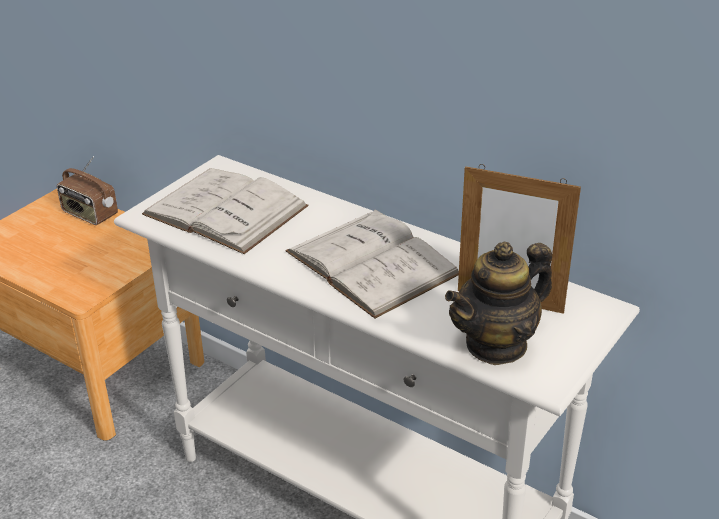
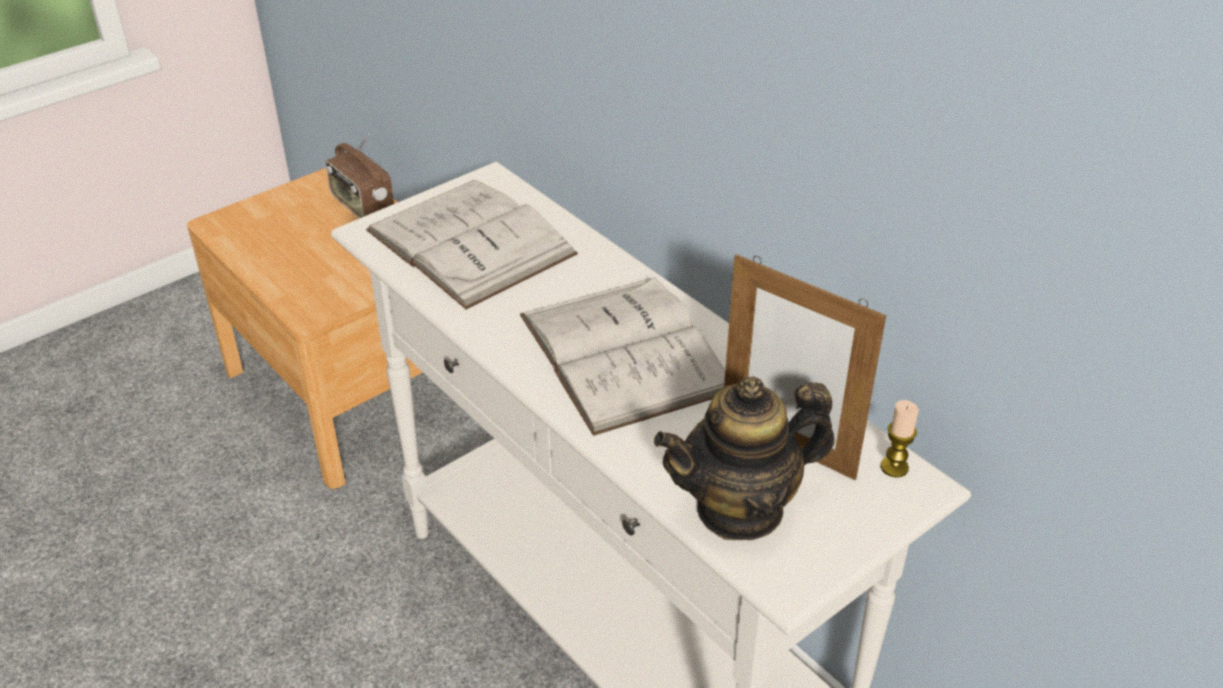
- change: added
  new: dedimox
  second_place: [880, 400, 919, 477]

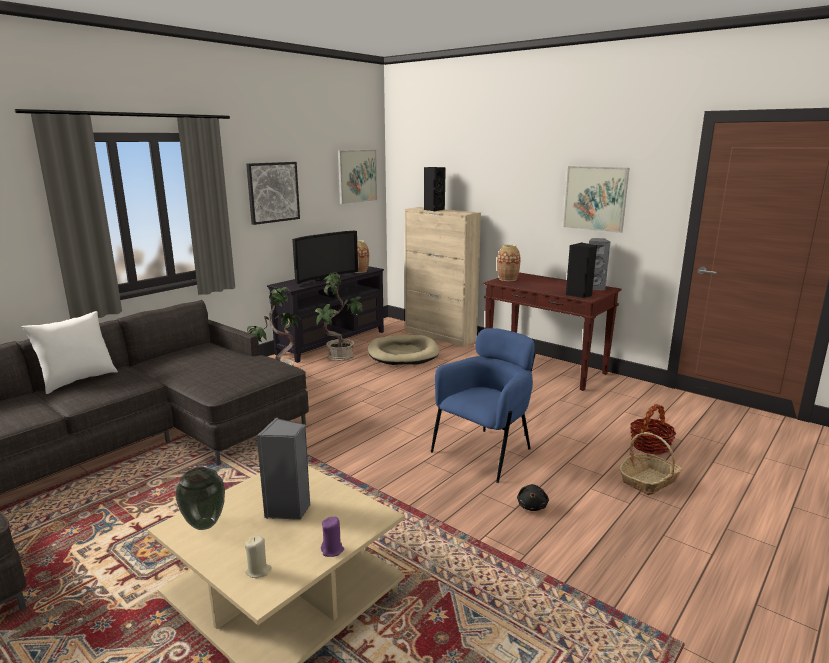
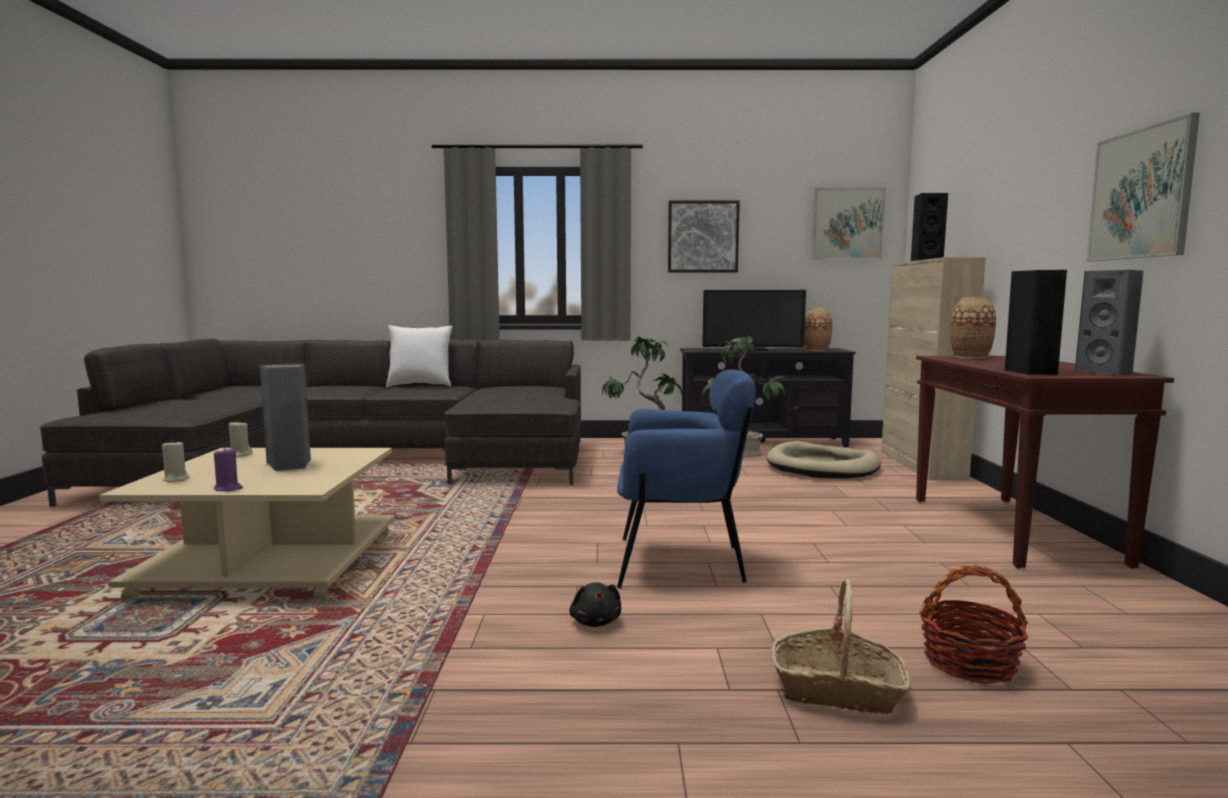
- change: replaced
  old: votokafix
  new: dedimox (beige)
  first_place: [175, 467, 225, 530]
  second_place: [229, 420, 253, 457]
- change: turned
  old: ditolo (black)
  first_place: [517, 484, 549, 511]
  second_place: [569, 582, 621, 627]
  degrees: -75

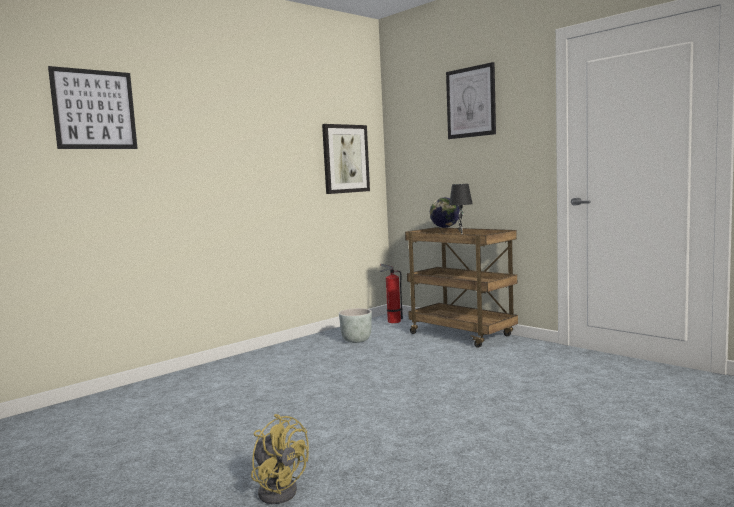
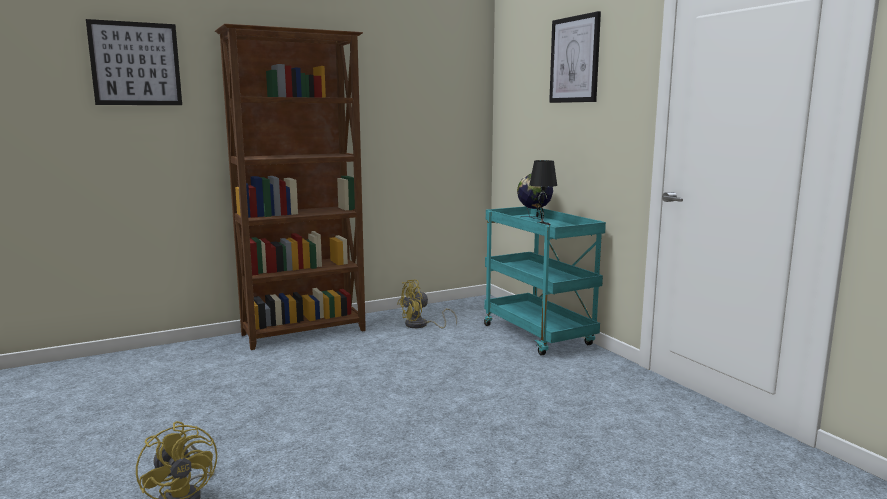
- change: removed
  old: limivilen
  first_place: [322, 124, 370, 194]
- change: recoloured
  old: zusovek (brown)
  new: zusovek (turquoise)
  first_place: [405, 227, 518, 348]
  second_place: [484, 206, 606, 356]
- change: removed
  old: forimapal
  first_place: [380, 264, 403, 323]
- change: replaced
  old: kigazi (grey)
  new: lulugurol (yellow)
  first_place: [339, 308, 372, 343]
  second_place: [397, 280, 457, 328]
- change: added
  new: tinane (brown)
  second_place: [215, 24, 366, 350]

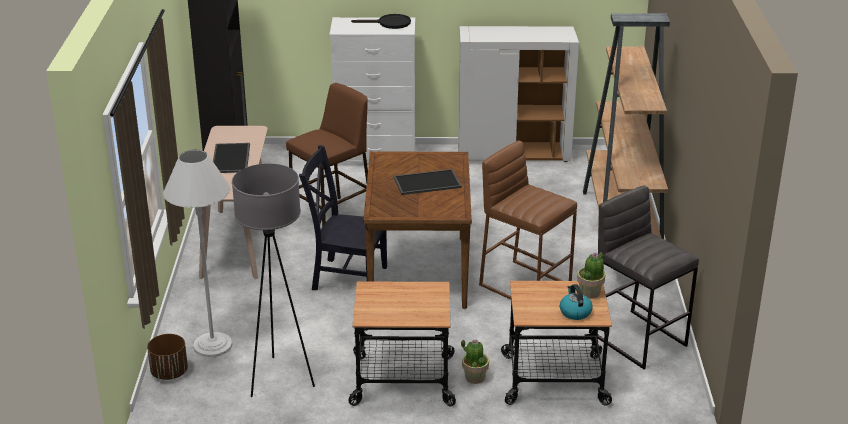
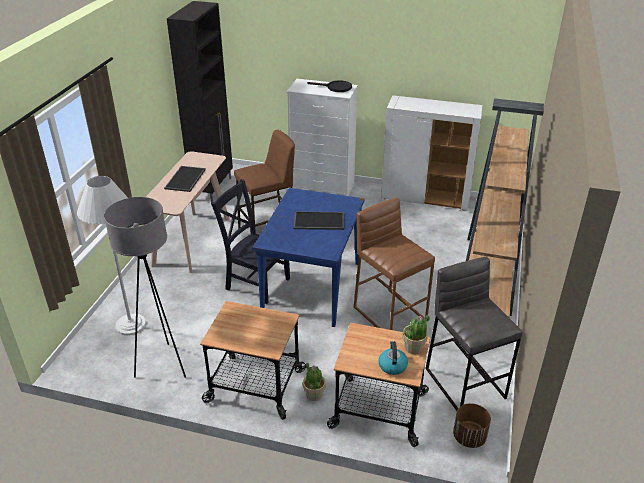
- change: recoloured
  old: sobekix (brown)
  new: sobekix (blue)
  first_place: [363, 151, 472, 309]
  second_place: [252, 188, 365, 327]
- change: moved
  old: kigazi (brown)
  first_place: [147, 334, 188, 380]
  second_place: [453, 403, 491, 448]

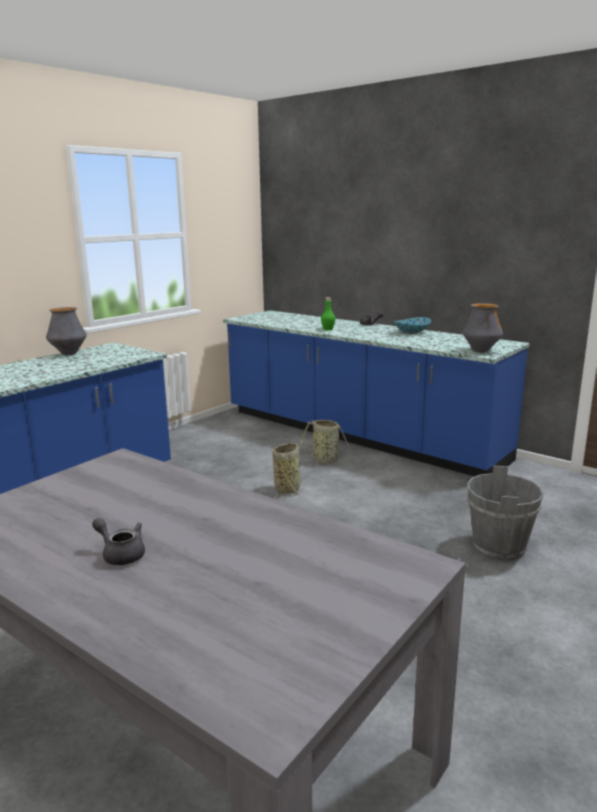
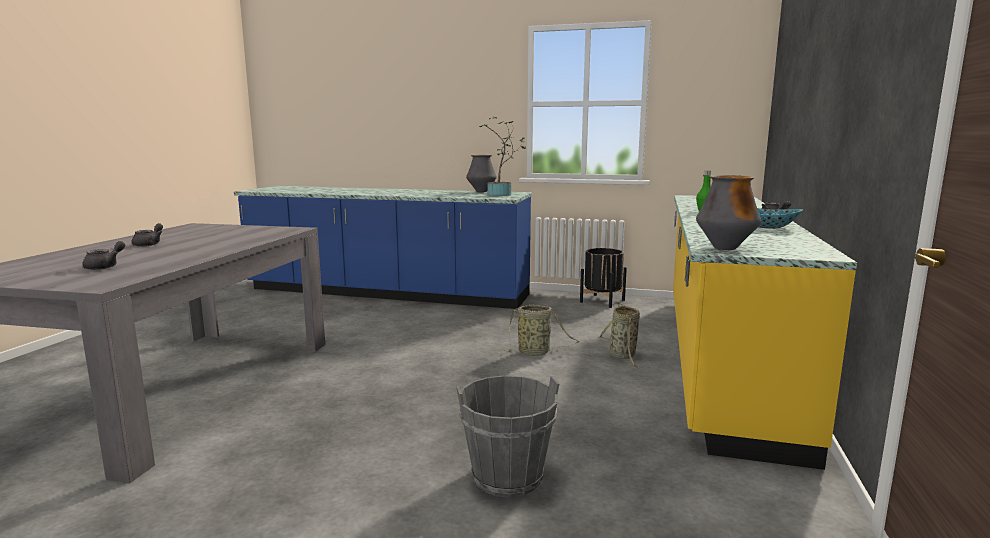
- change: recoloured
  old: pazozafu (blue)
  new: pazozafu (yellow)
  first_place: [223, 310, 530, 477]
  second_place: [673, 195, 857, 470]
- change: added
  new: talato
  second_place: [479, 117, 526, 196]
- change: added
  new: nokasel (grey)
  second_place: [82, 241, 125, 270]
- change: added
  new: kigazi (black)
  second_place: [580, 248, 627, 308]

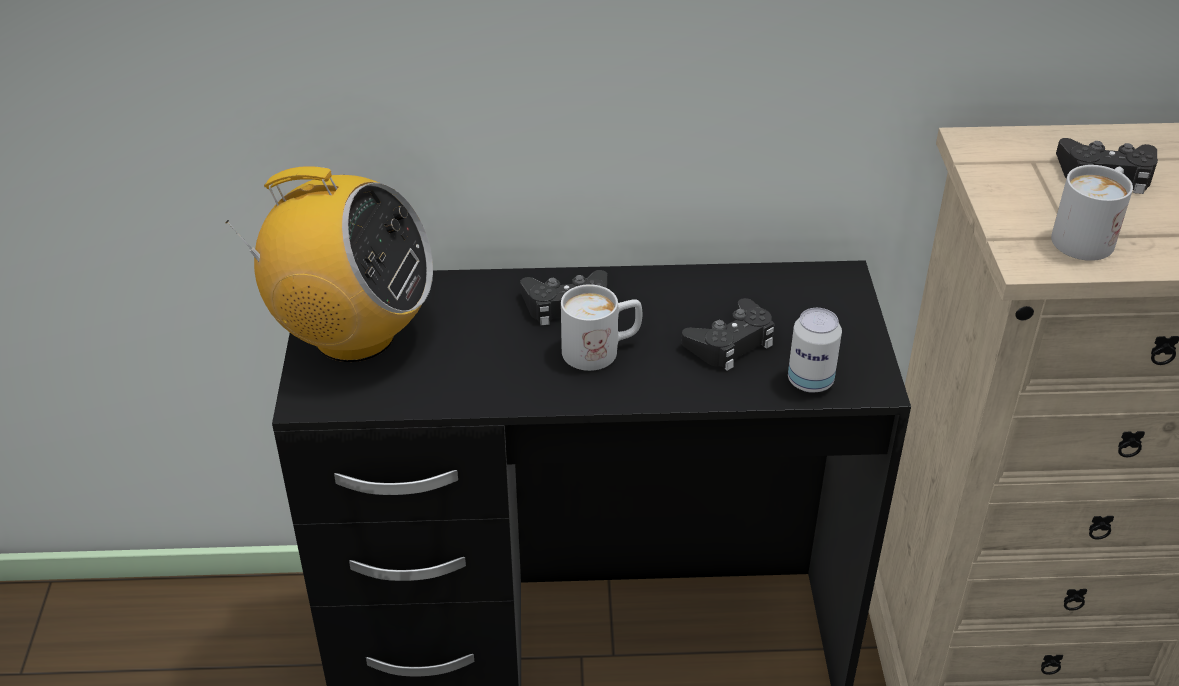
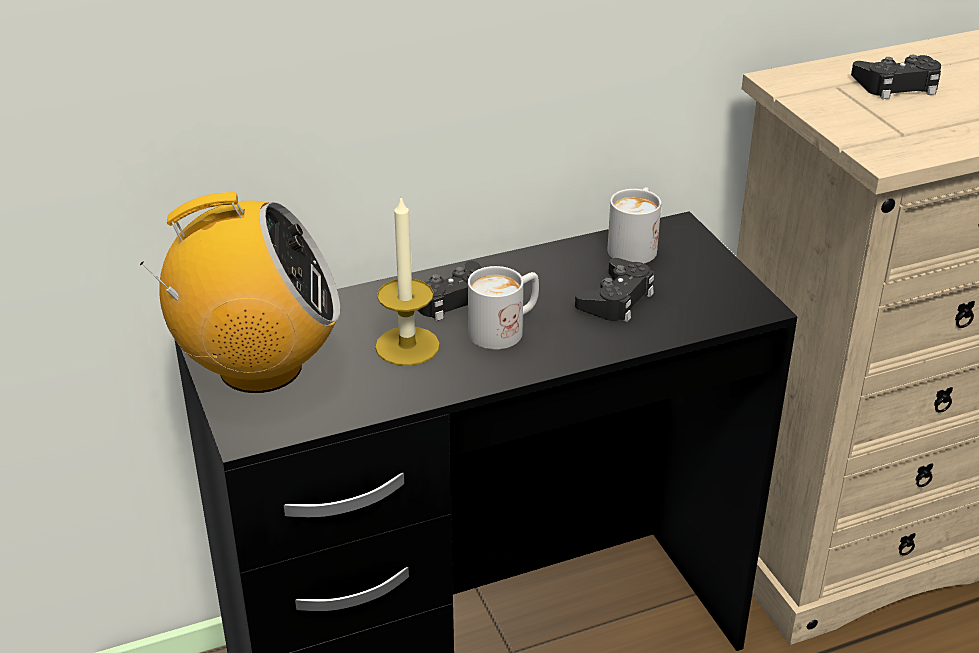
- change: moved
  old: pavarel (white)
  first_place: [1051, 165, 1133, 261]
  second_place: [608, 187, 661, 264]
- change: removed
  old: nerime
  first_place: [788, 308, 842, 393]
- change: added
  new: dedimox
  second_place: [375, 198, 440, 366]

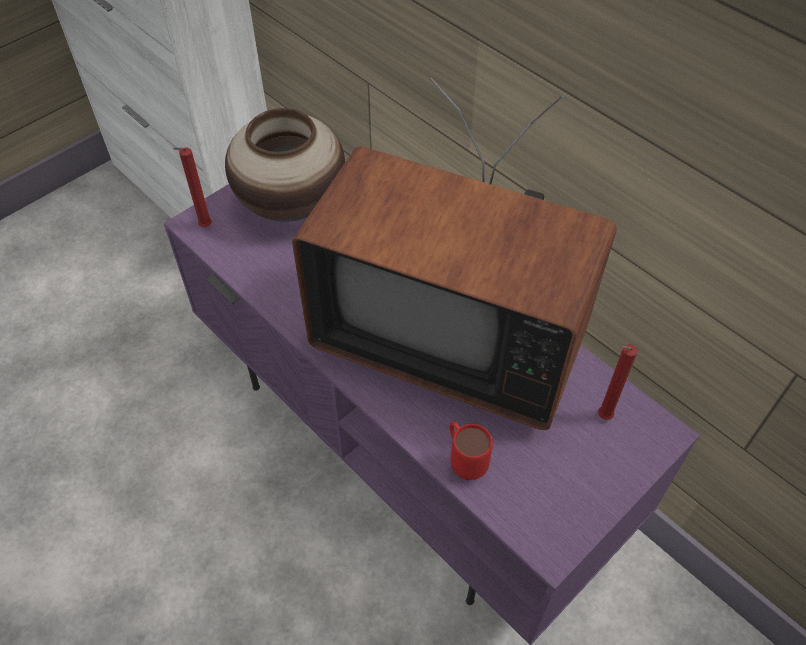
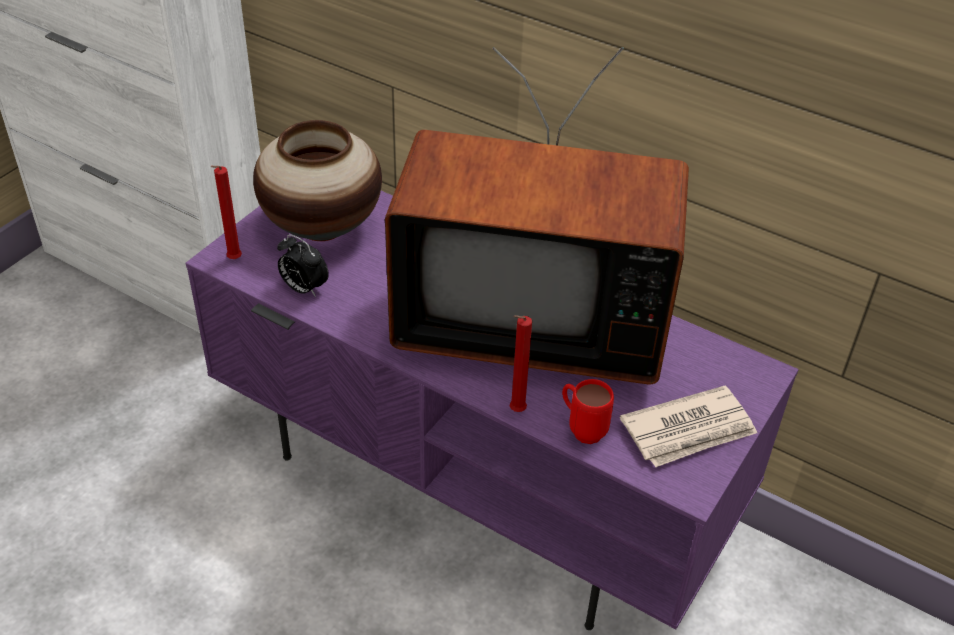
- change: moved
  old: dedimox (red)
  first_place: [598, 344, 638, 420]
  second_place: [510, 315, 532, 412]
- change: added
  new: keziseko
  second_place: [277, 234, 329, 297]
- change: added
  new: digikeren
  second_place: [620, 386, 757, 468]

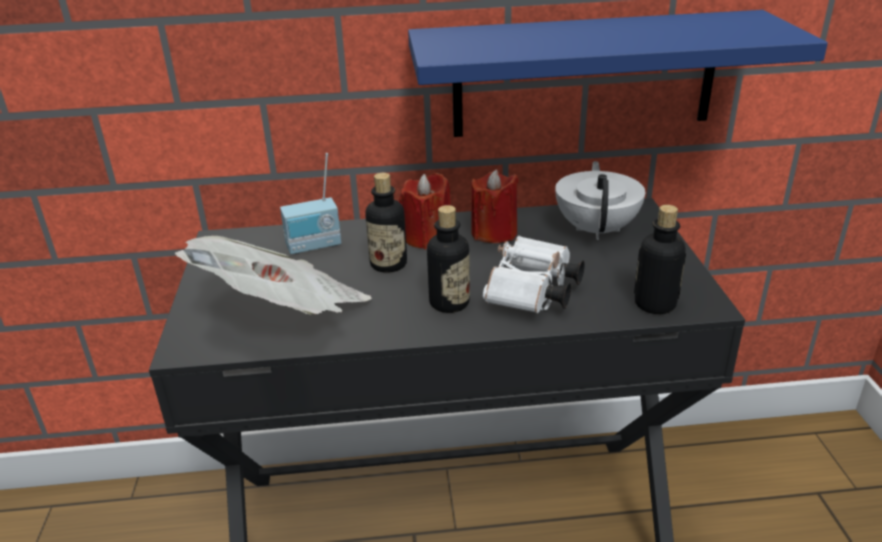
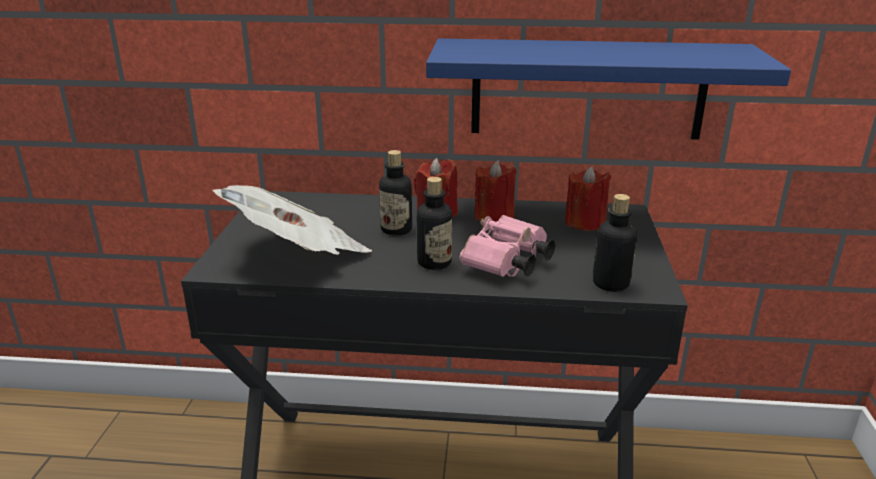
- change: removed
  old: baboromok
  first_place: [280, 153, 342, 254]
- change: replaced
  old: nokasel (white)
  new: dedimox (red)
  first_place: [555, 161, 645, 240]
  second_place: [565, 166, 611, 231]
- change: recoloured
  old: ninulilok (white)
  new: ninulilok (pink)
  first_place: [483, 236, 585, 313]
  second_place: [460, 215, 555, 277]

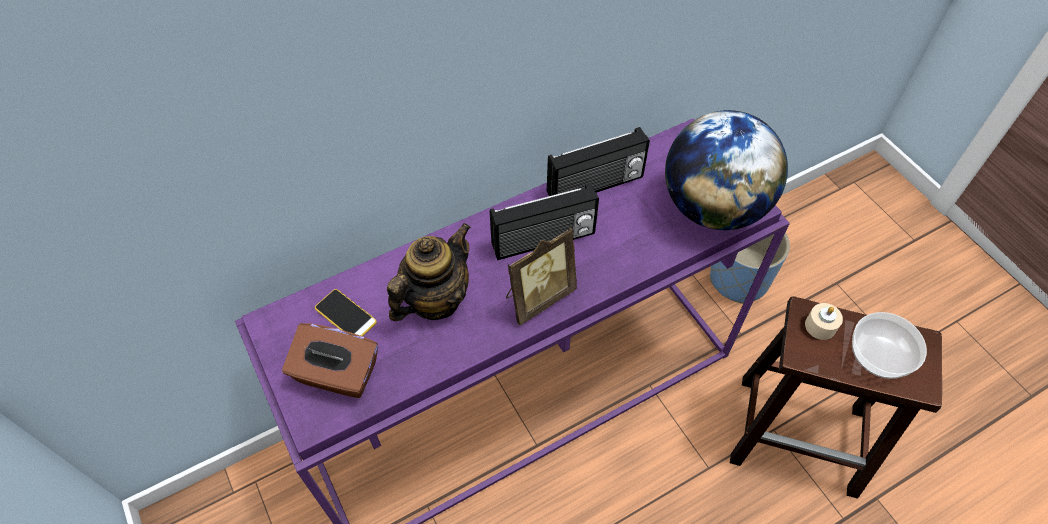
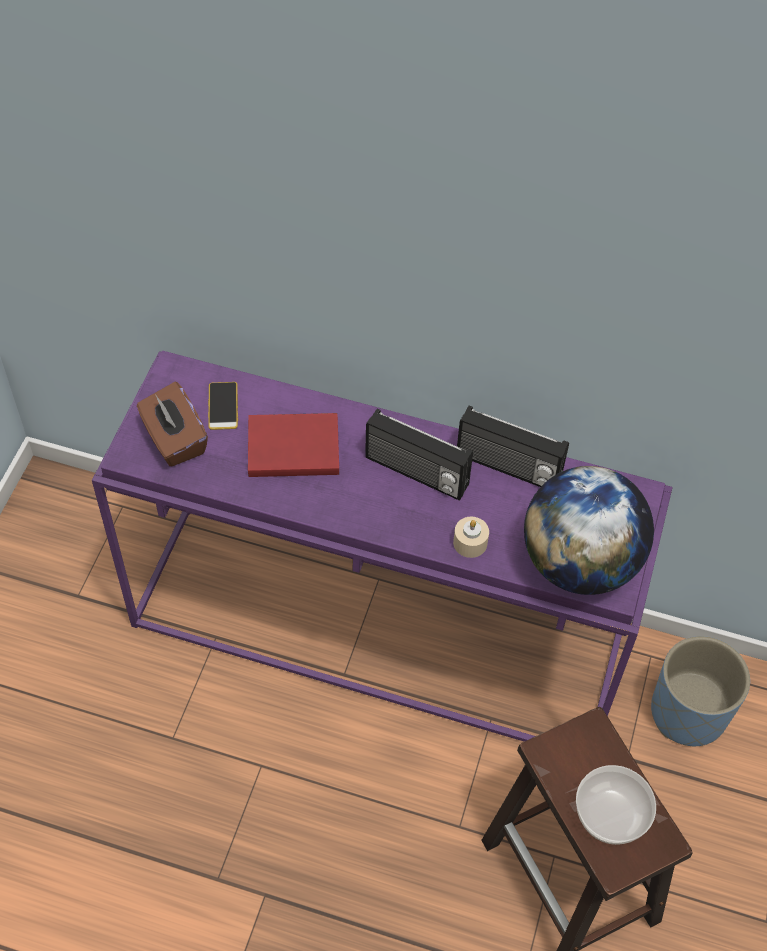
- change: replaced
  old: nokasel
  new: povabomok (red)
  first_place: [387, 223, 471, 321]
  second_place: [248, 413, 339, 477]
- change: removed
  old: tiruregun
  first_place: [506, 226, 577, 325]
- change: moved
  old: dedimox (beige)
  first_place: [805, 303, 843, 340]
  second_place: [453, 517, 489, 558]

